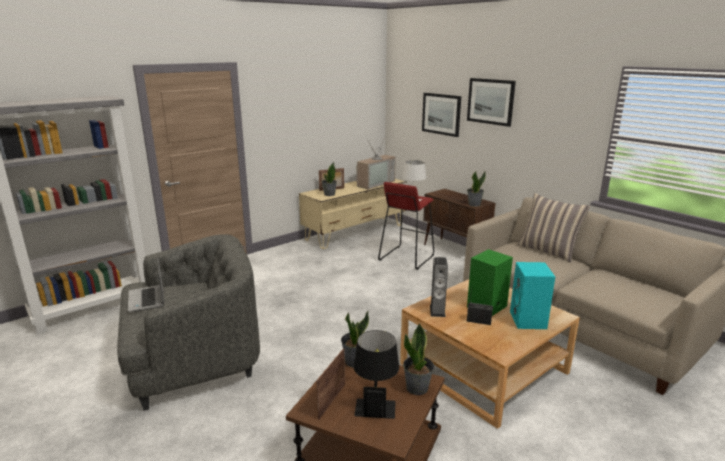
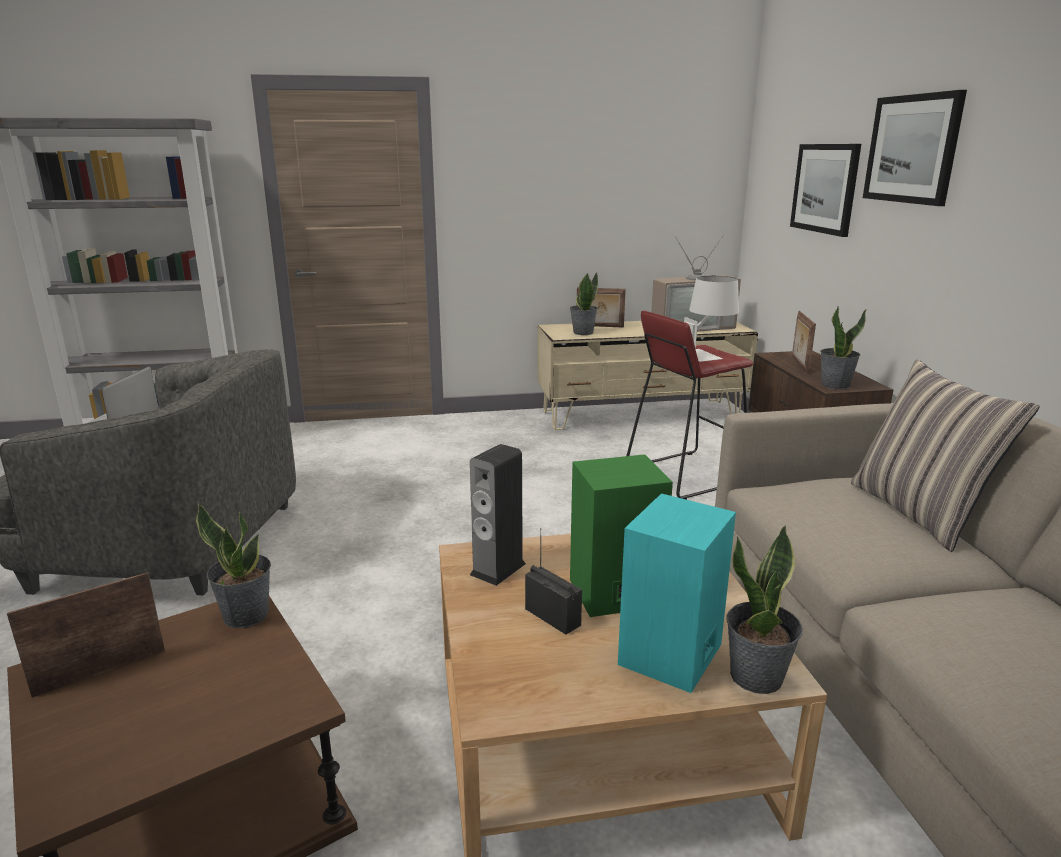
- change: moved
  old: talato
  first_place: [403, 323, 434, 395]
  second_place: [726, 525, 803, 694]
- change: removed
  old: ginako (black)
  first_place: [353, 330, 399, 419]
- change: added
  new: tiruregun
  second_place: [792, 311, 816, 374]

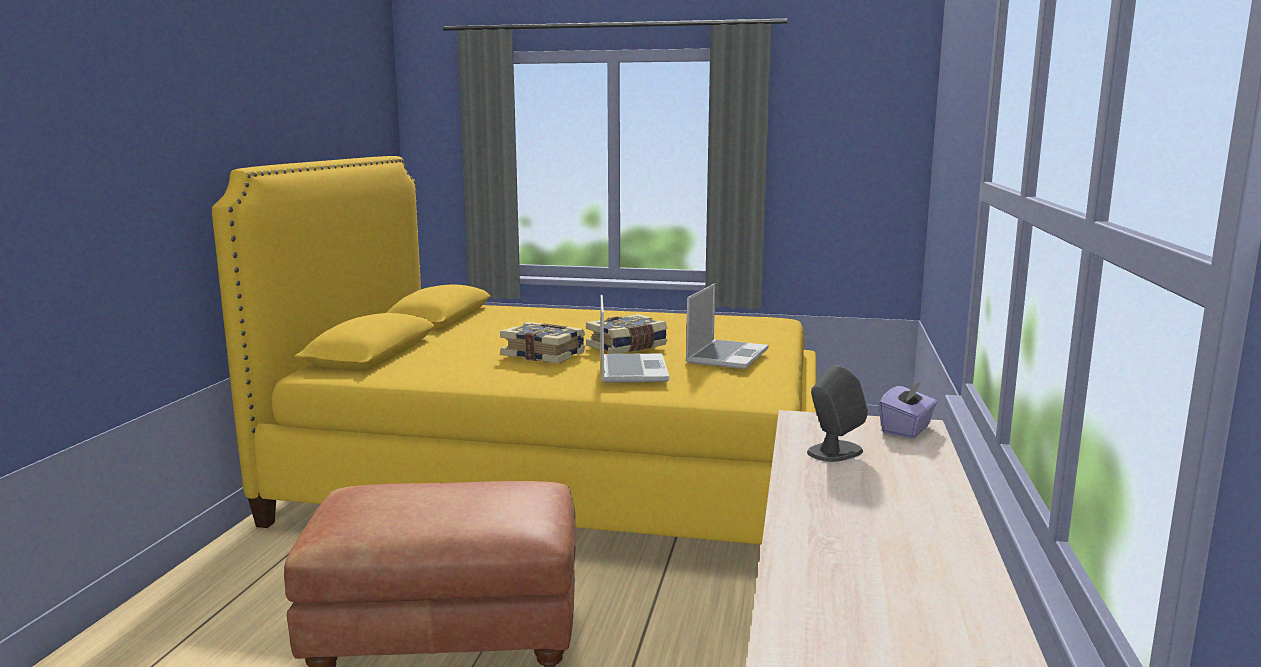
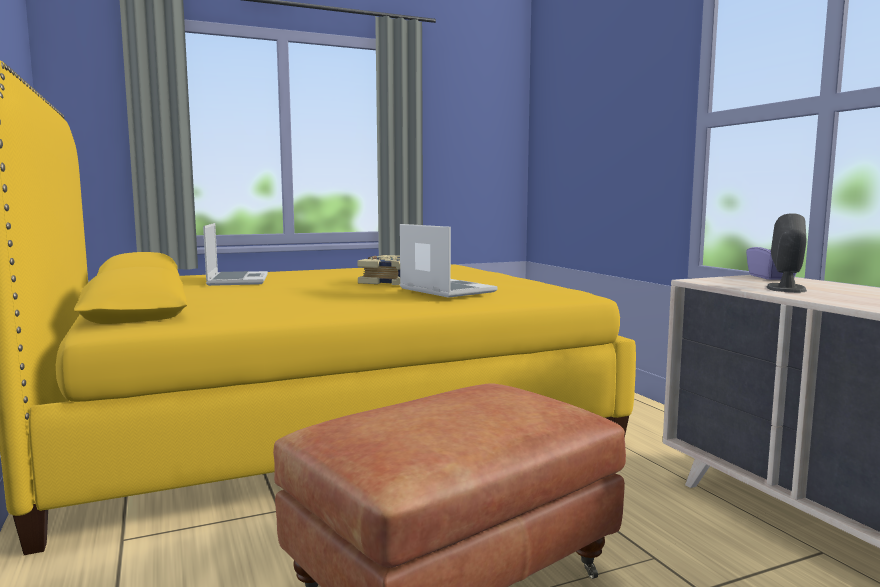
- change: moved
  old: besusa
  first_place: [686, 283, 769, 369]
  second_place: [203, 223, 268, 286]
- change: removed
  old: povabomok
  first_place: [500, 322, 585, 364]

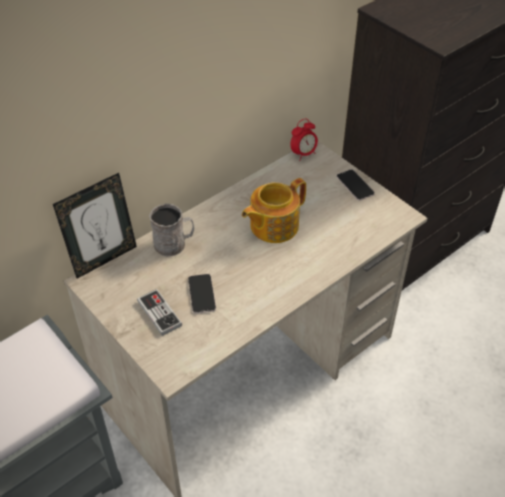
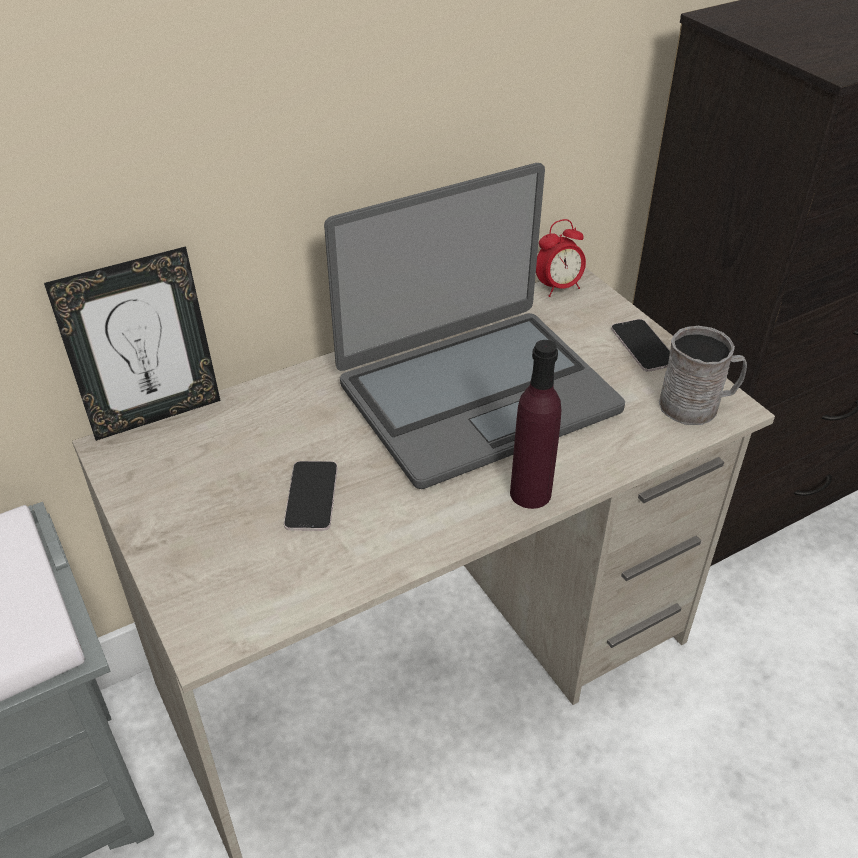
- change: replaced
  old: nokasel
  new: besusa
  first_place: [242, 178, 306, 243]
  second_place: [324, 163, 625, 489]
- change: moved
  old: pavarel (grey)
  first_place: [149, 204, 194, 256]
  second_place: [659, 326, 747, 425]
- change: removed
  old: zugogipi
  first_place: [137, 289, 182, 336]
- change: added
  new: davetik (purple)
  second_place: [510, 340, 561, 509]

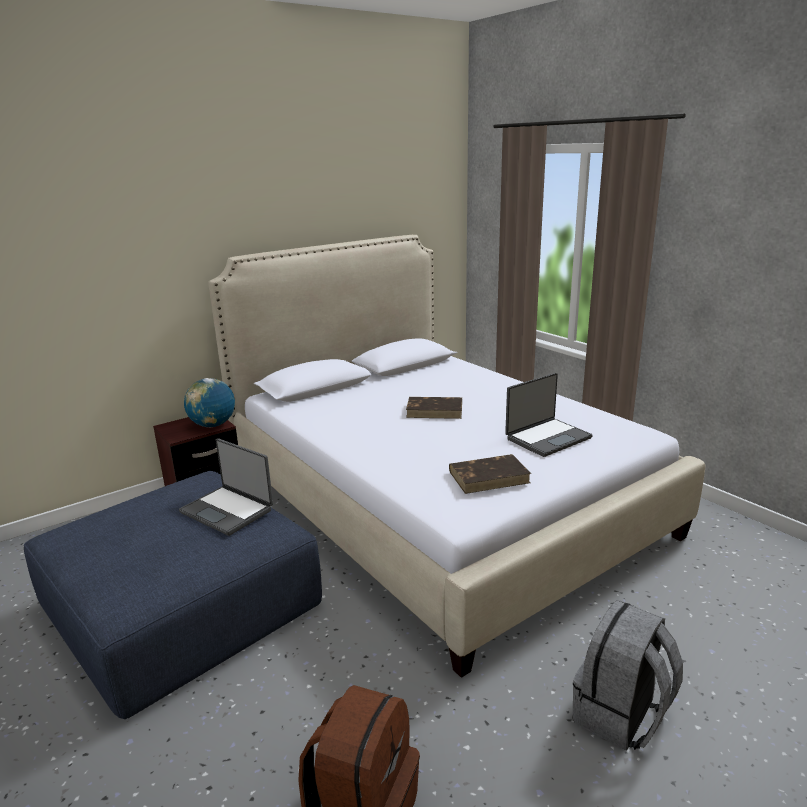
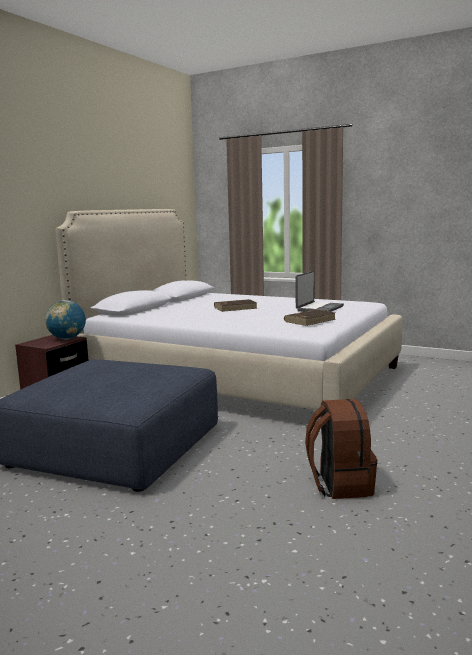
- change: removed
  old: besusa
  first_place: [179, 438, 273, 536]
- change: removed
  old: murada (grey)
  first_place: [573, 600, 683, 751]

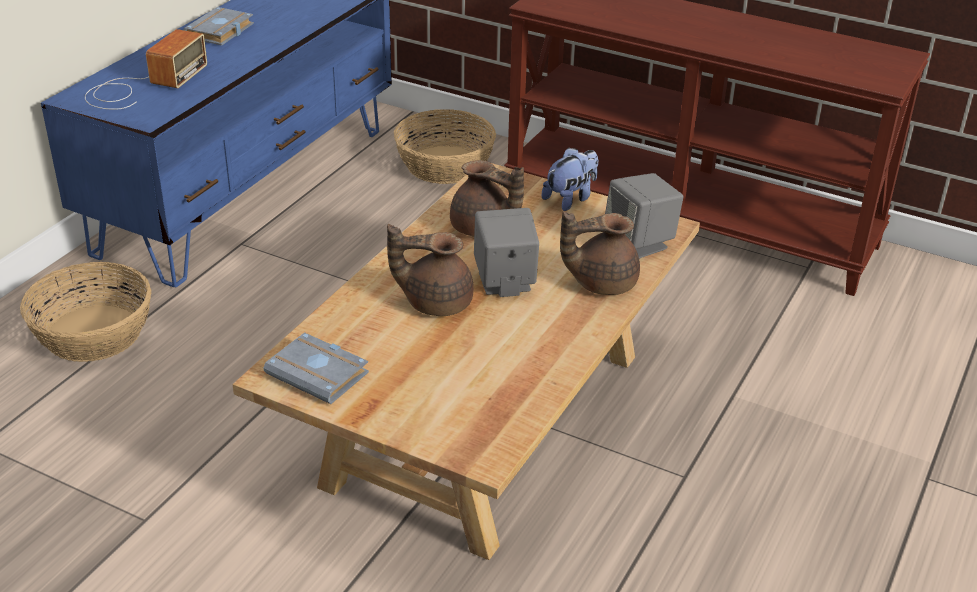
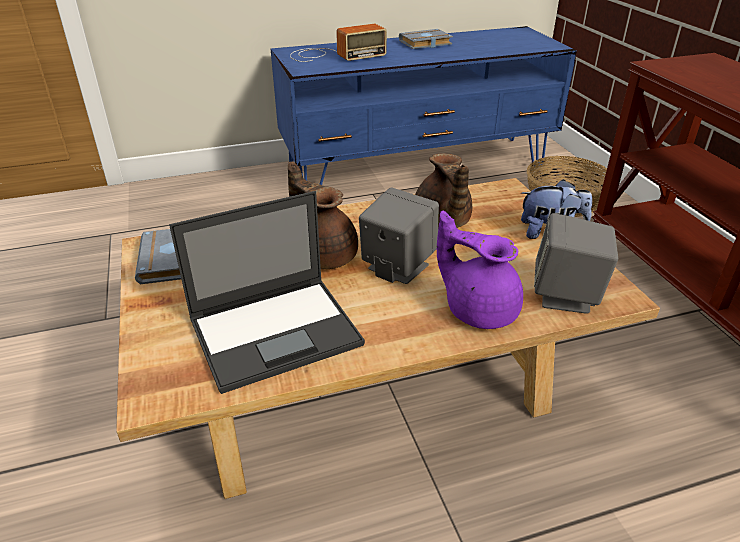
- change: recoloured
  old: nokasel (brown)
  new: nokasel (purple)
  first_place: [560, 211, 640, 295]
  second_place: [437, 211, 523, 329]
- change: removed
  old: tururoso
  first_place: [20, 262, 151, 362]
- change: added
  new: besusa
  second_place: [169, 191, 365, 394]

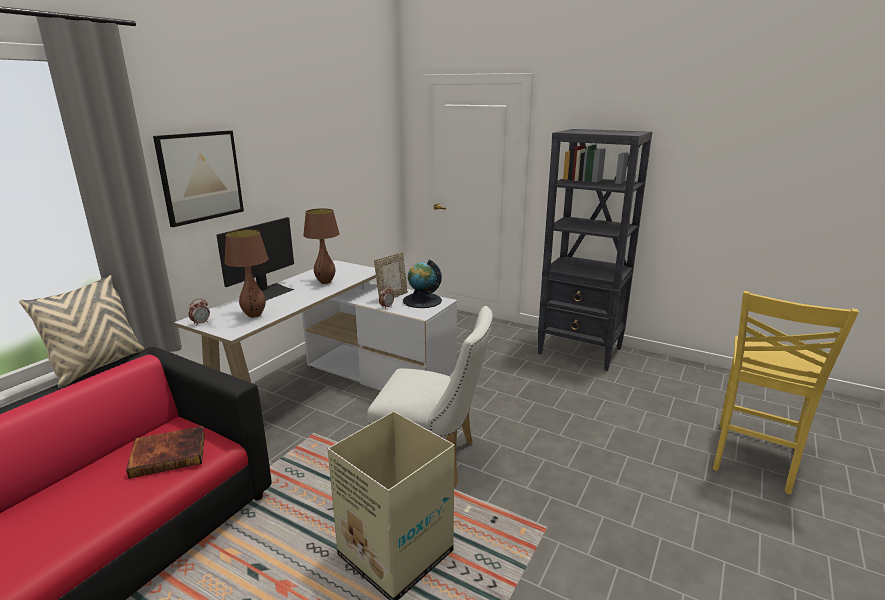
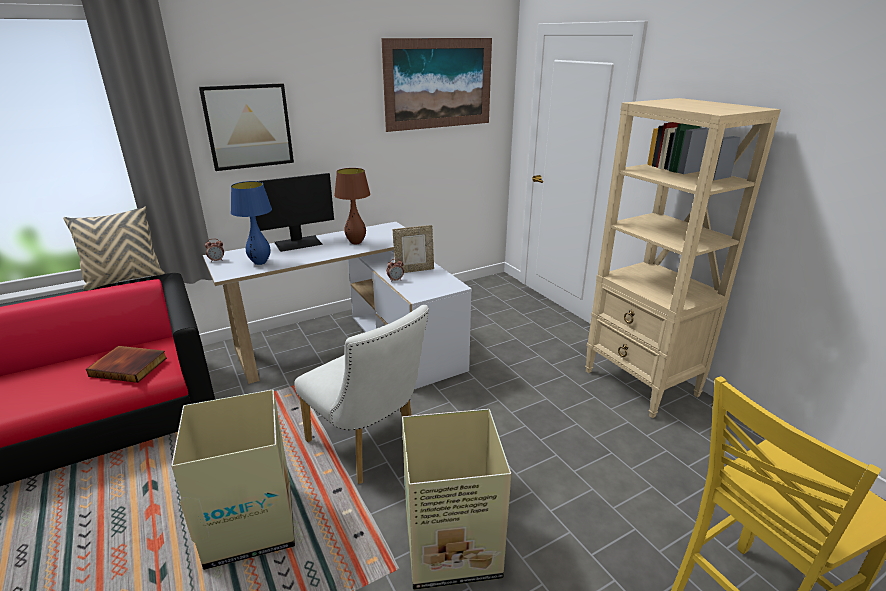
- change: recoloured
  old: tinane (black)
  new: tinane (beige)
  first_place: [537, 129, 652, 371]
  second_place: [585, 98, 781, 418]
- change: recoloured
  old: ginako (brown)
  new: ginako (blue)
  first_place: [224, 229, 269, 318]
  second_place: [231, 181, 272, 265]
- change: removed
  old: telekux
  first_place: [403, 260, 442, 308]
- change: added
  new: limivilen
  second_place: [381, 38, 492, 132]
- change: added
  new: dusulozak
  second_place: [402, 409, 511, 590]

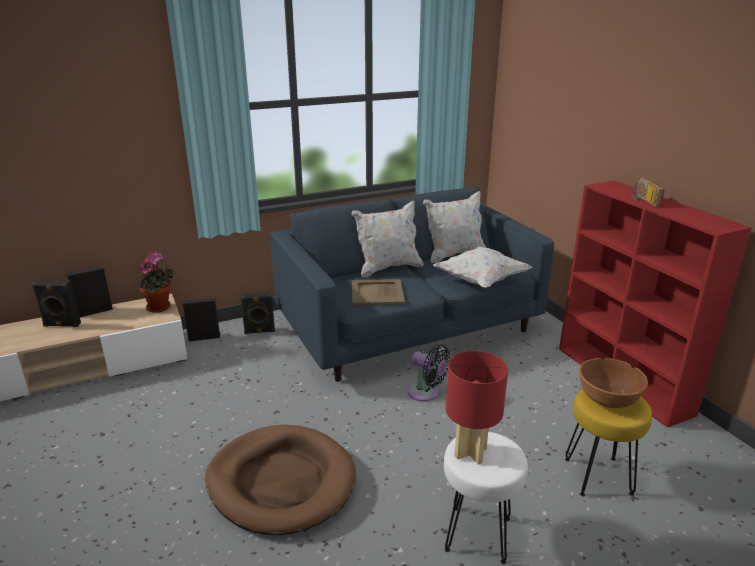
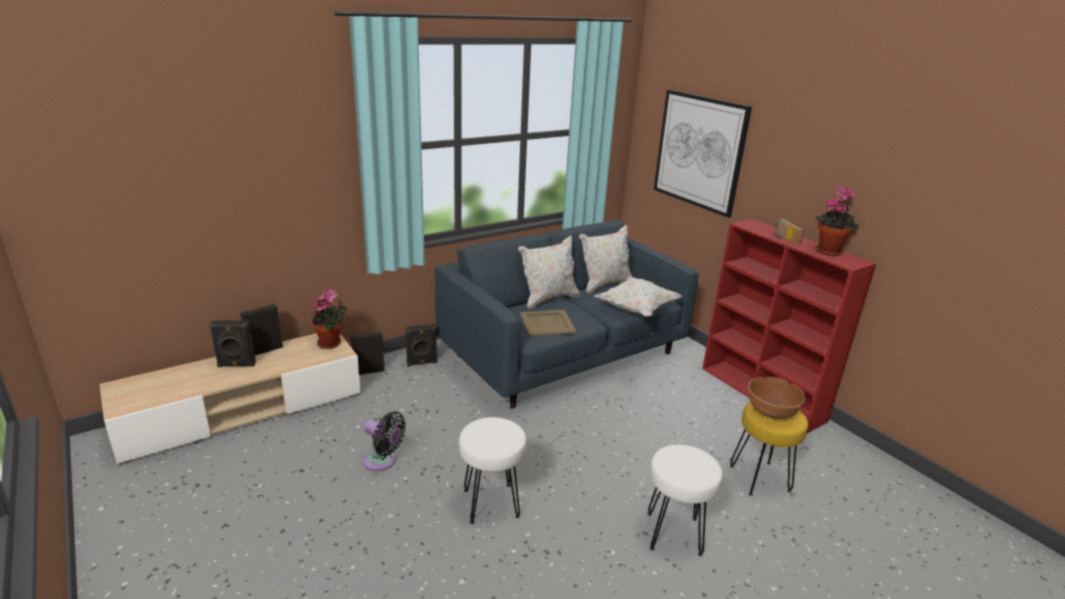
- change: moved
  old: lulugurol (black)
  first_place: [407, 345, 450, 402]
  second_place: [363, 412, 406, 471]
- change: removed
  old: ginako (red)
  first_place: [446, 351, 508, 465]
- change: replaced
  old: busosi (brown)
  new: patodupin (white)
  first_place: [205, 425, 356, 535]
  second_place: [459, 417, 527, 524]
- change: added
  new: limivilen
  second_place: [654, 90, 752, 218]
- change: added
  new: talato
  second_place: [815, 187, 859, 256]

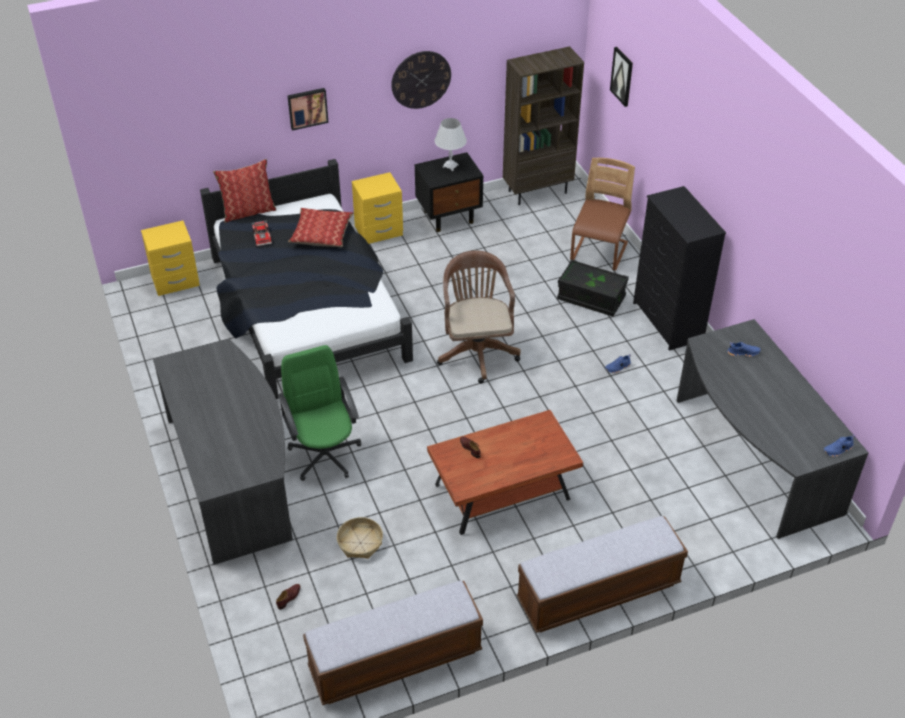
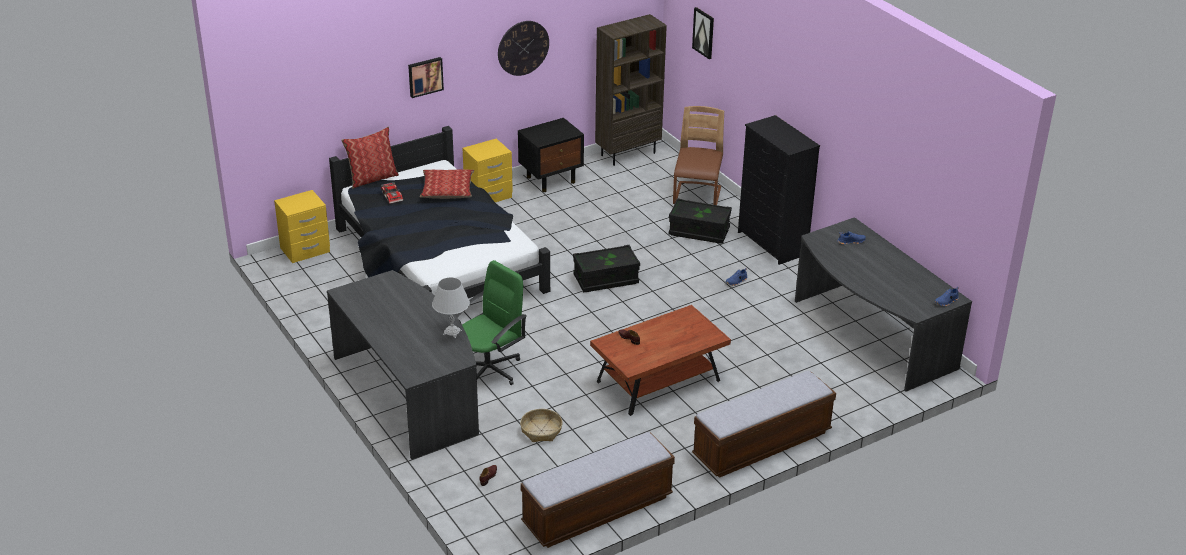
- change: moved
  old: ginako (white)
  first_place: [434, 118, 467, 171]
  second_place: [432, 278, 470, 338]
- change: replaced
  old: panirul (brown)
  new: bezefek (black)
  first_place: [437, 250, 521, 384]
  second_place: [573, 245, 640, 292]
- change: turned
  old: panirul (green)
  first_place: [278, 345, 361, 481]
  second_place: [455, 260, 527, 385]
  degrees: 75

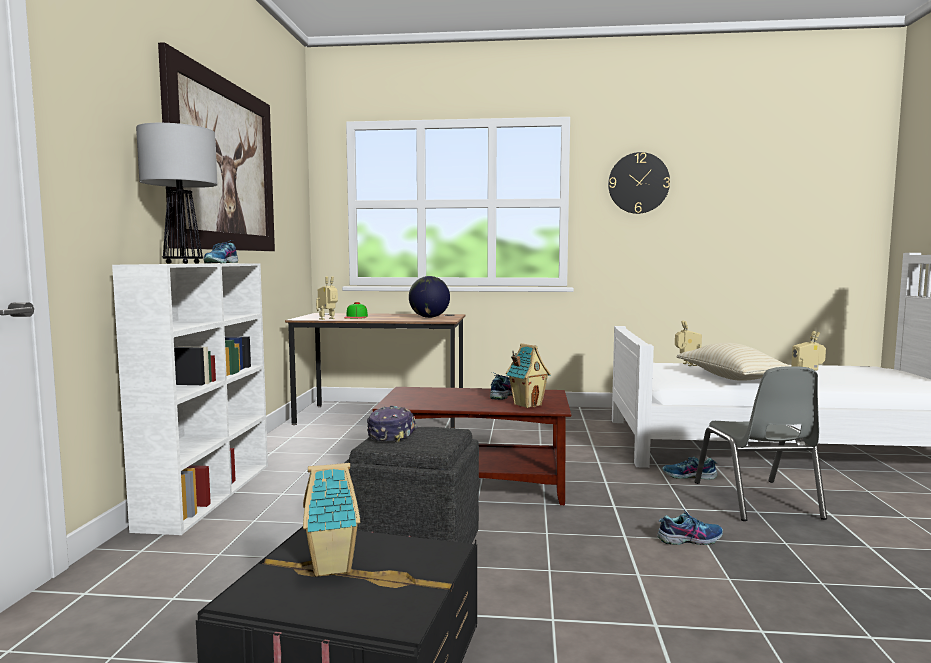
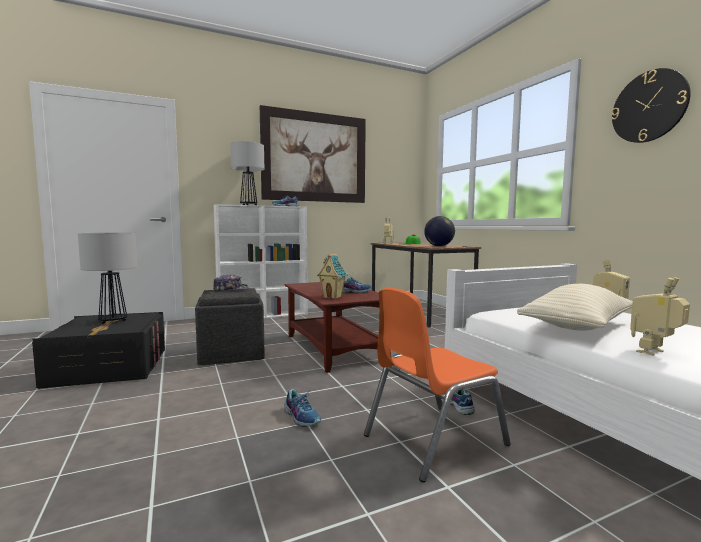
- change: recoloured
  old: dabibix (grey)
  new: dabibix (orange)
  first_place: [694, 366, 827, 521]
  second_place: [364, 287, 511, 483]
- change: replaced
  old: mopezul
  new: ginako
  first_place: [303, 463, 360, 577]
  second_place: [78, 233, 137, 324]

